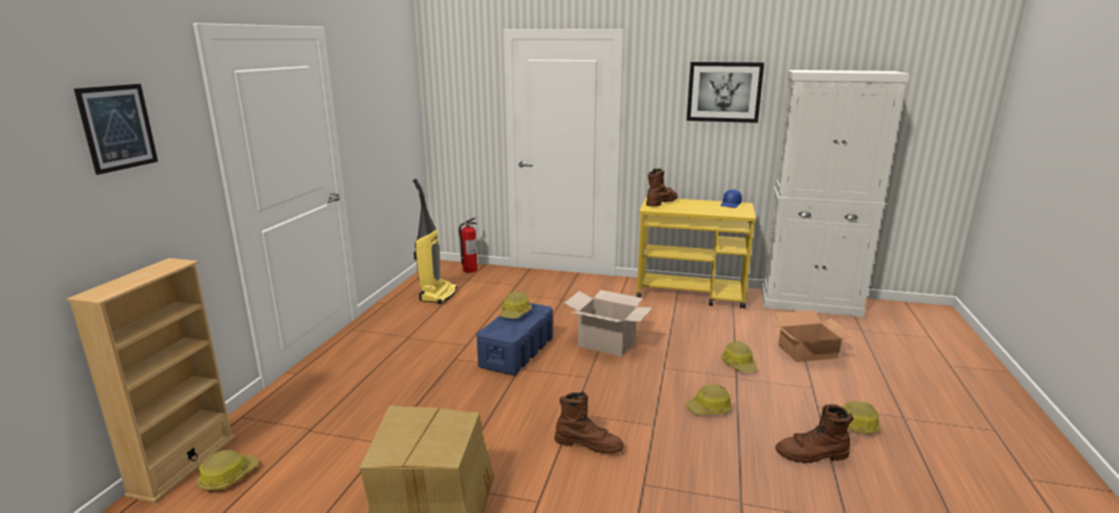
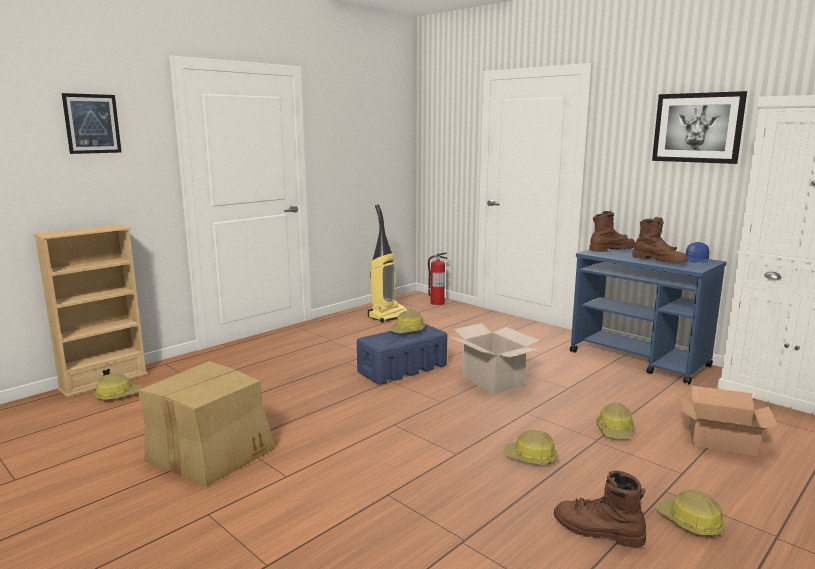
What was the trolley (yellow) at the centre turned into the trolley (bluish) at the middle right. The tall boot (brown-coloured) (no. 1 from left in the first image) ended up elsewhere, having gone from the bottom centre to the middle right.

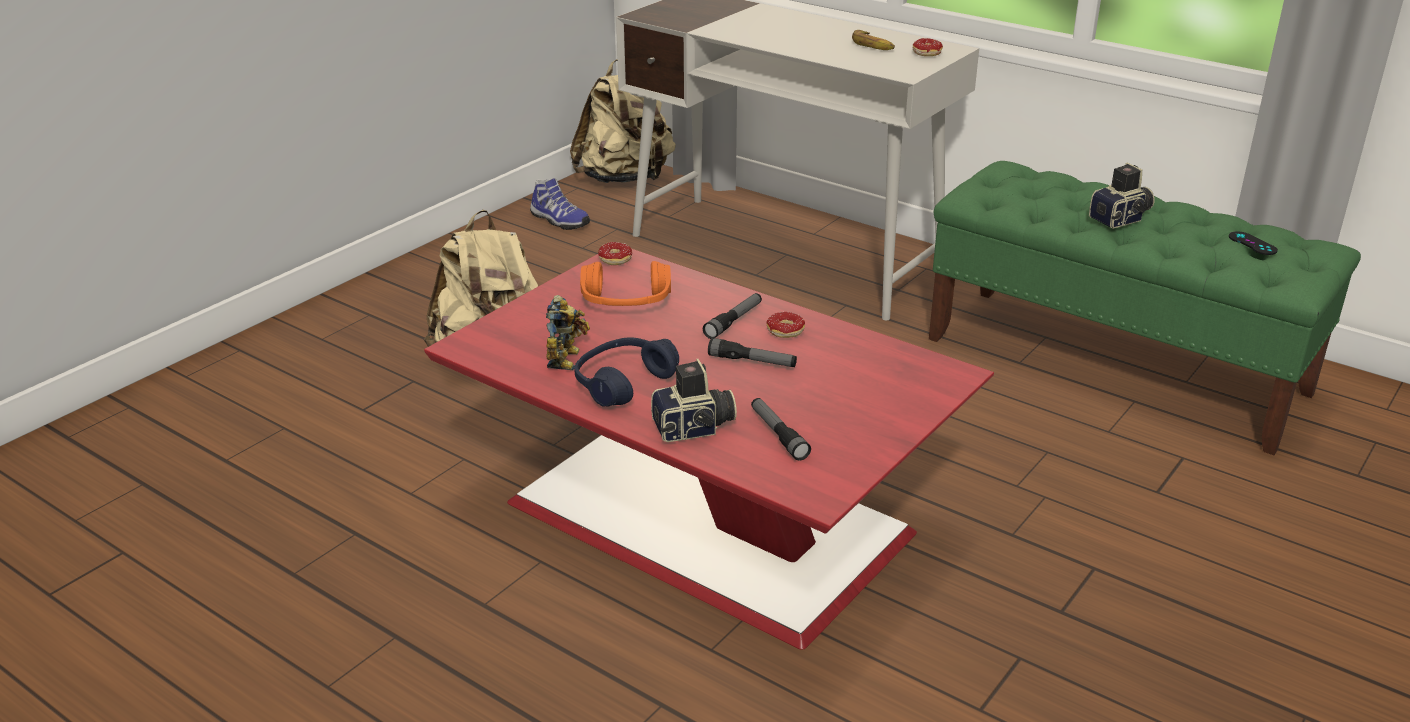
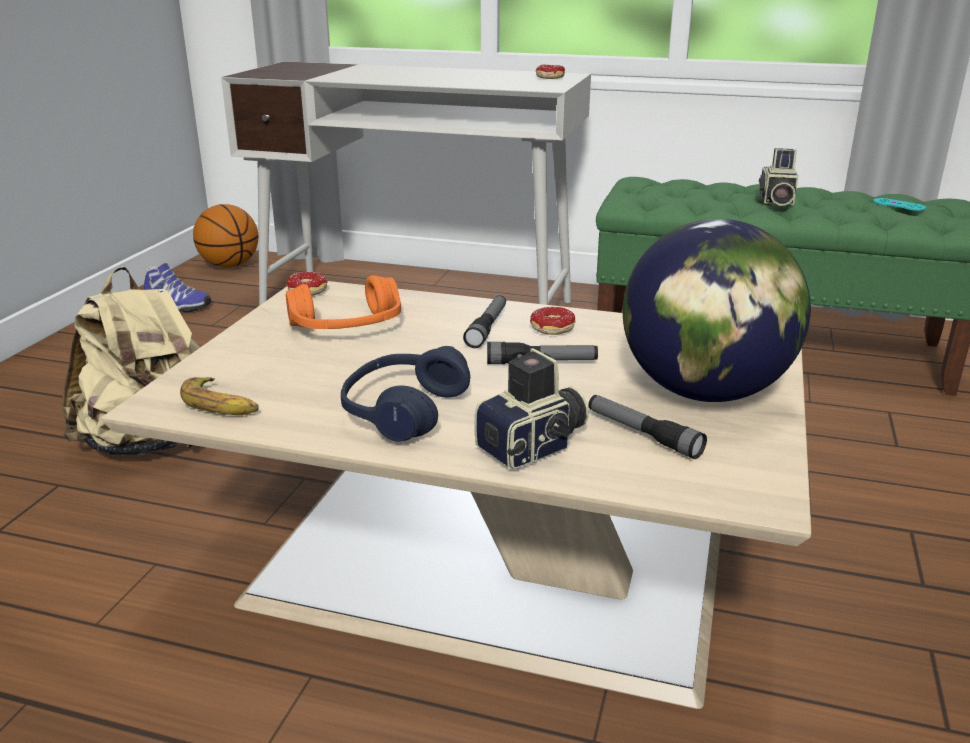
The whole banana ended up elsewhere, having gone from the top centre to the middle left. Where the knapsack (beige) (no. 2 from left) stood at the top centre, the basketball came to stand at the top left. The photo camera (no. 2 from left) at the top right ended up facing another way, 150 degrees clockwise from before. What was the gamepad (blackish) at the middle right turned into the gamepad (blue-green) at the top right. What was the low table (reddish) at the centre turned into the low table (beige) at the centre. The second view lost the robot figure at the centre. The second view gained the desk globe at the middle right.

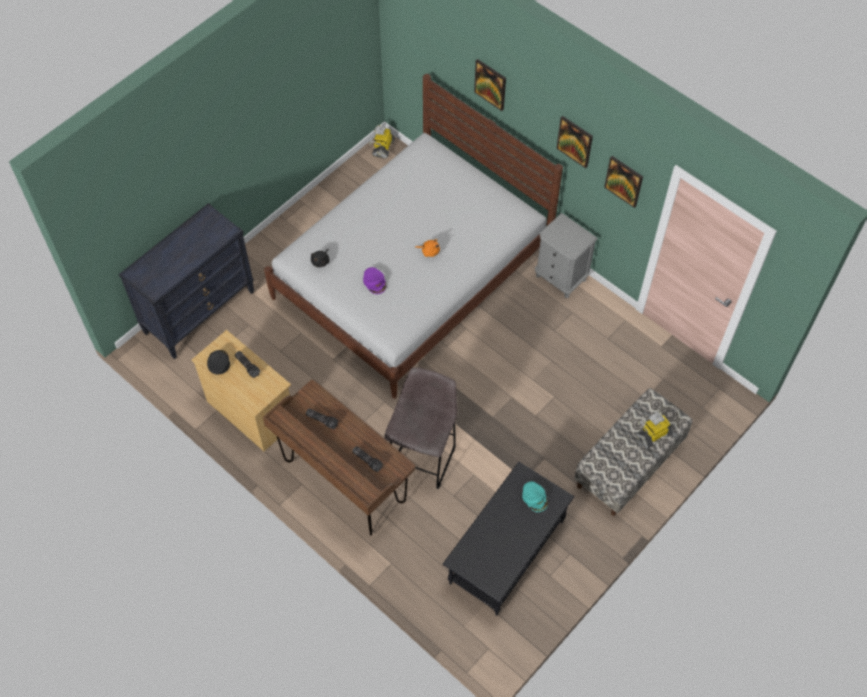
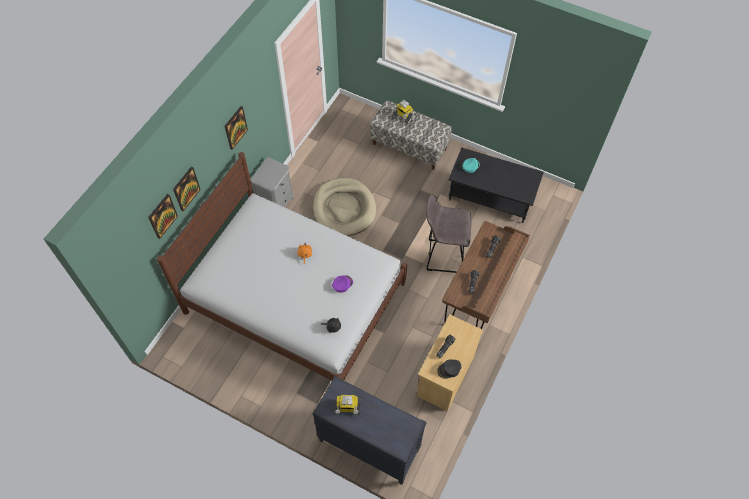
The robot figure (no. 1 from left) ended up elsewhere, having gone from the top centre to the bottom centre. The picture (no. 3 from left in the first image) ended up elsewhere, having gone from the top right to the middle left. The second view gained the pet bed (beige) at the centre.

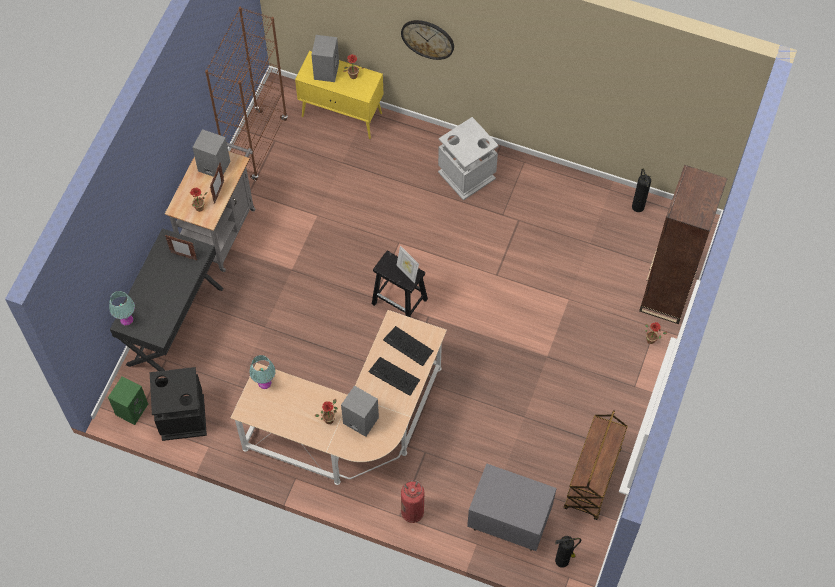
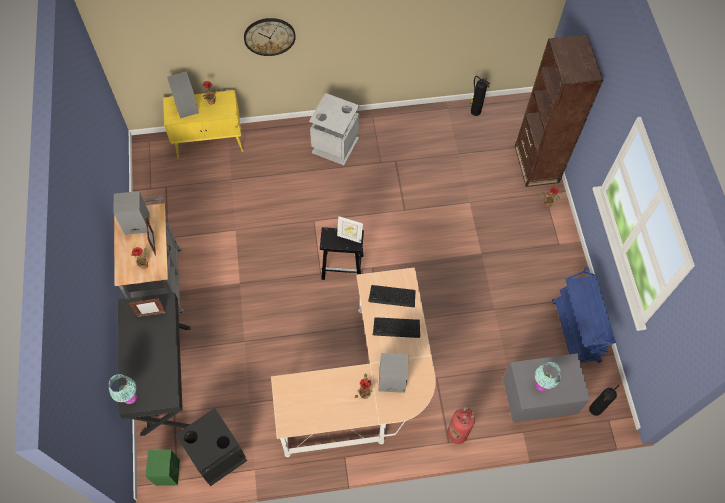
The second view lost the bookcase (brown-coloured) (no. 1 from left) at the top left. The lamp for a table (blue-green) (no. 2 from left) ended up elsewhere, having gone from the middle left to the bottom right. What was the trolley (brown-coloured) at the bottom right turned into the trolley (bluish) at the middle right.

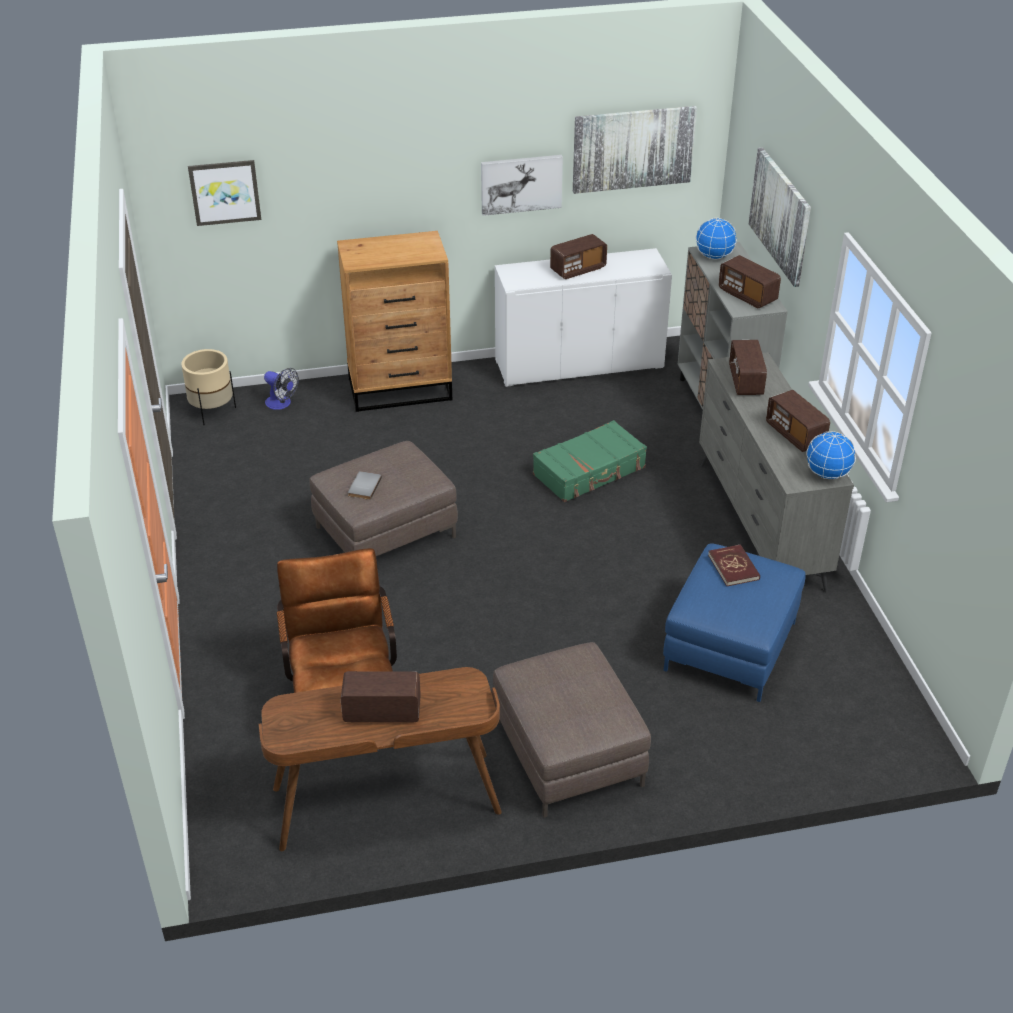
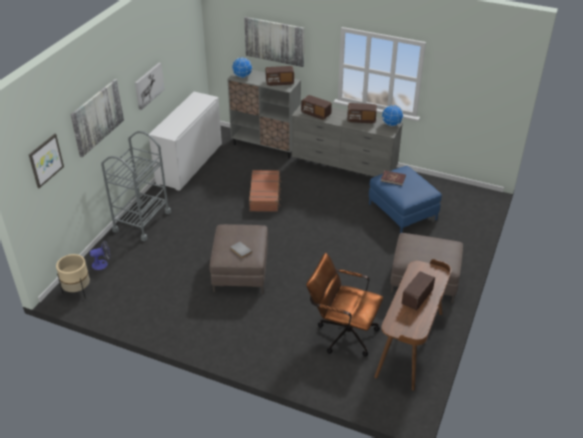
The picture (no. 3 from left in the first image) ended up elsewhere, having gone from the top centre to the top left. Where the chest of drawers (brown-coloured) stood at the top centre, the trolley (gray) came to stand at the middle left. The second view lost the radio (no. 2 from left) at the top centre. What was the piece of luggage (green-coloured) at the centre turned into the piece of luggage (brown-coloured) at the centre.

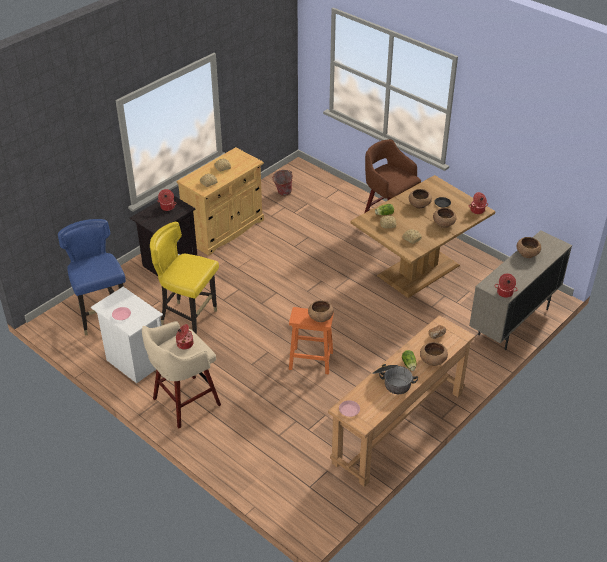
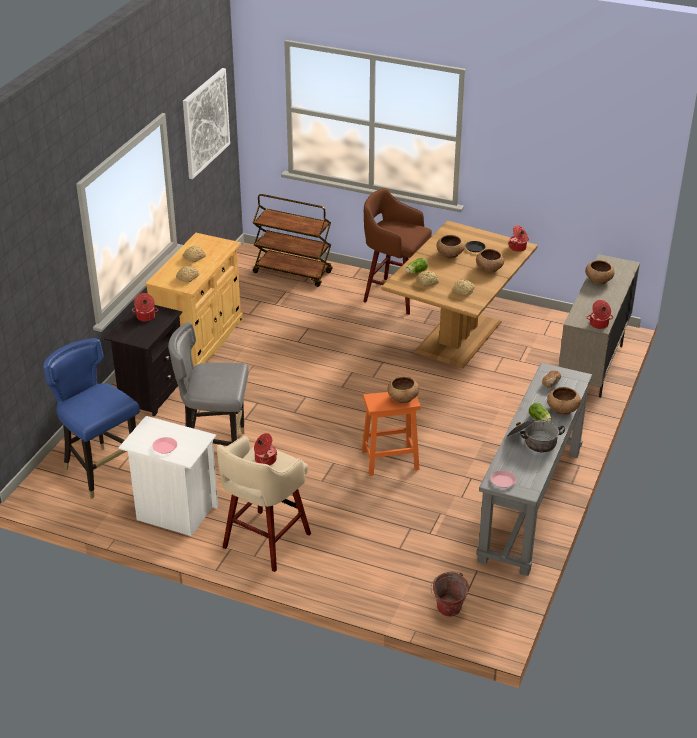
The water bucket ended up elsewhere, having gone from the top centre to the bottom centre. What was the upright chair (yellow) at the middle left turned into the upright chair (gray) at the middle left. What was the hall table (brown-coloured) at the bottom centre turned into the hall table (gray) at the middle right. The second view gained the picture at the top left. The second view gained the trolley (brown-coloured) at the top centre.

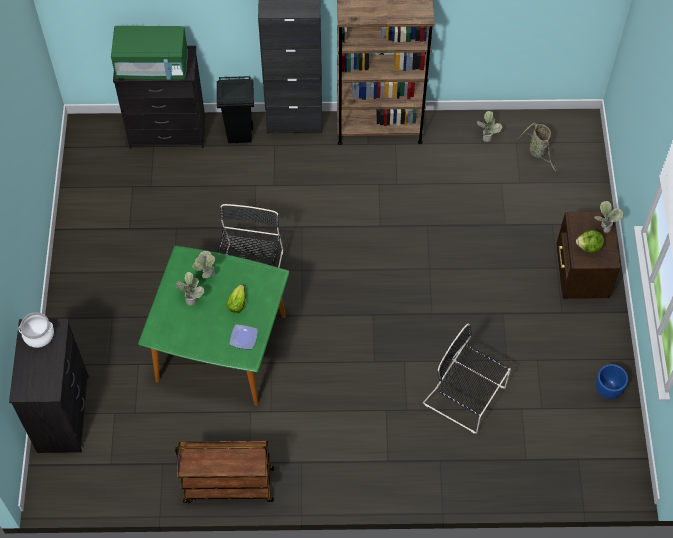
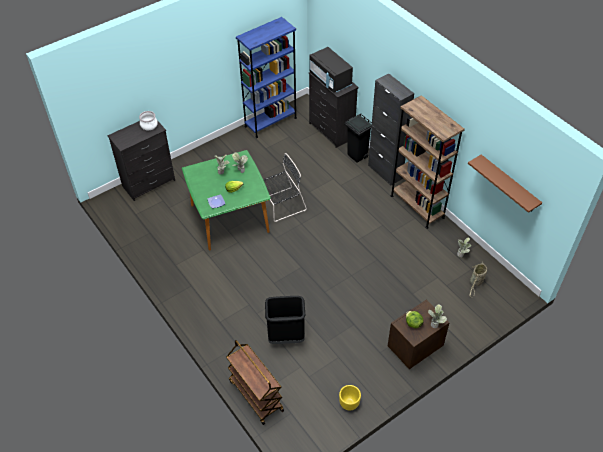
What was the microwave (green-coloured) at the top left turned into the microwave (blackish) at the top centre. Where the upright chair (blackish) (no. 2 from left) stood at the bottom right, the waste bin (blackish) (no. 1 from left) came to stand at the bottom centre. What was the planter (bluish) at the bottom right turned into the planter (yellow) at the bottom centre. The trolley (brown-coloured) ended up elsewhere, having gone from the bottom left to the bottom centre. The second view gained the bookcase (bluish) at the top centre. The second view gained the shelf (brown-coloured) at the middle right.

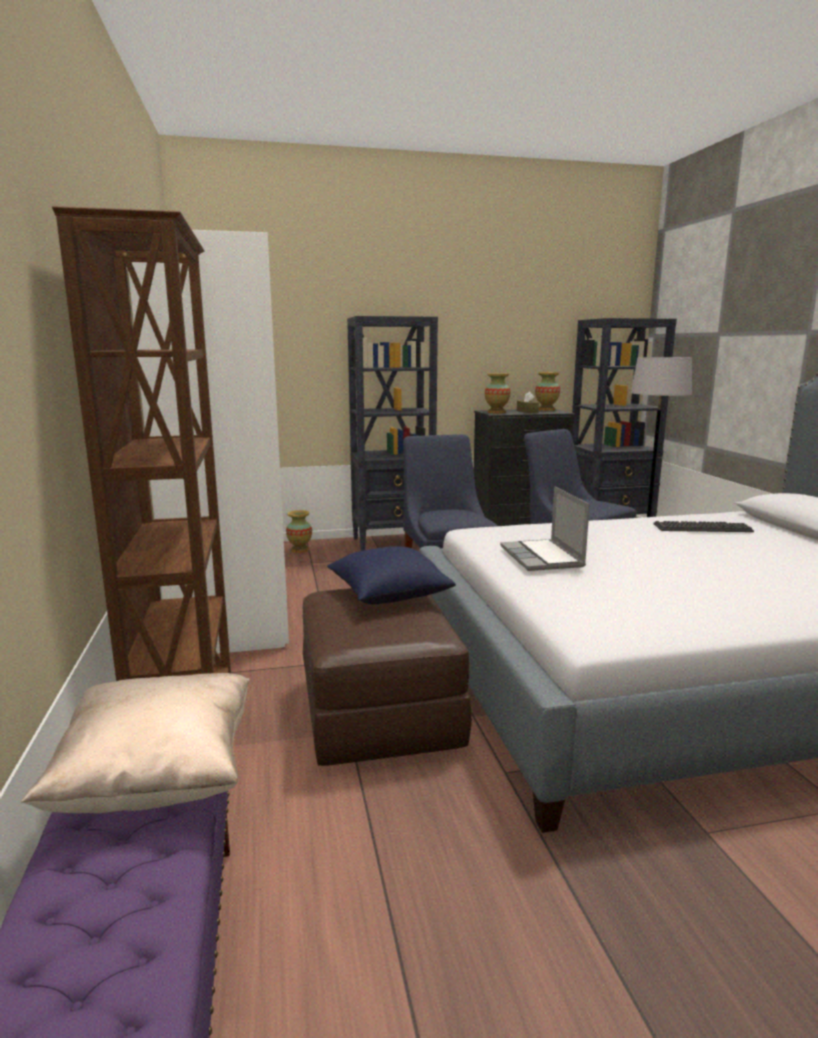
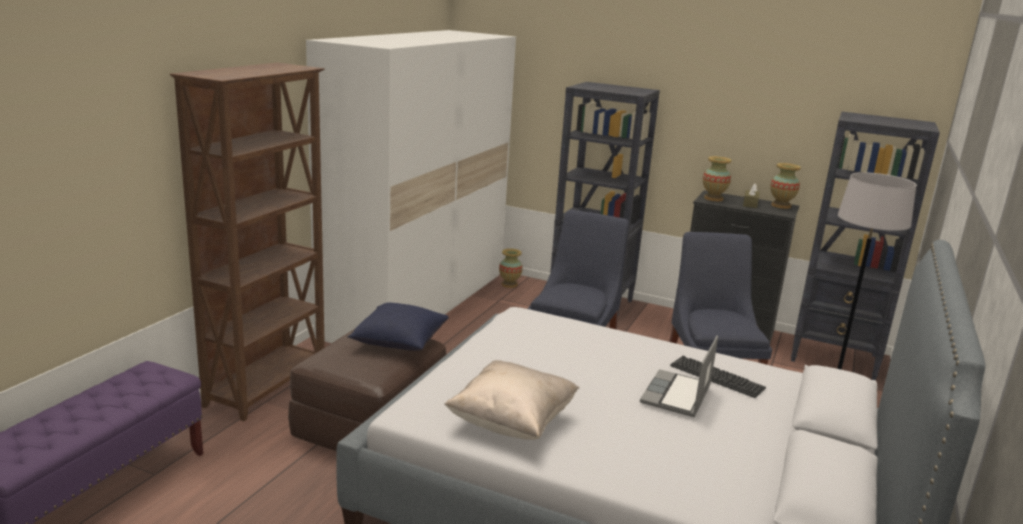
The notebook computer ended up elsewhere, having gone from the centre to the bottom centre. The pillow (beige) ended up elsewhere, having gone from the bottom left to the bottom centre.

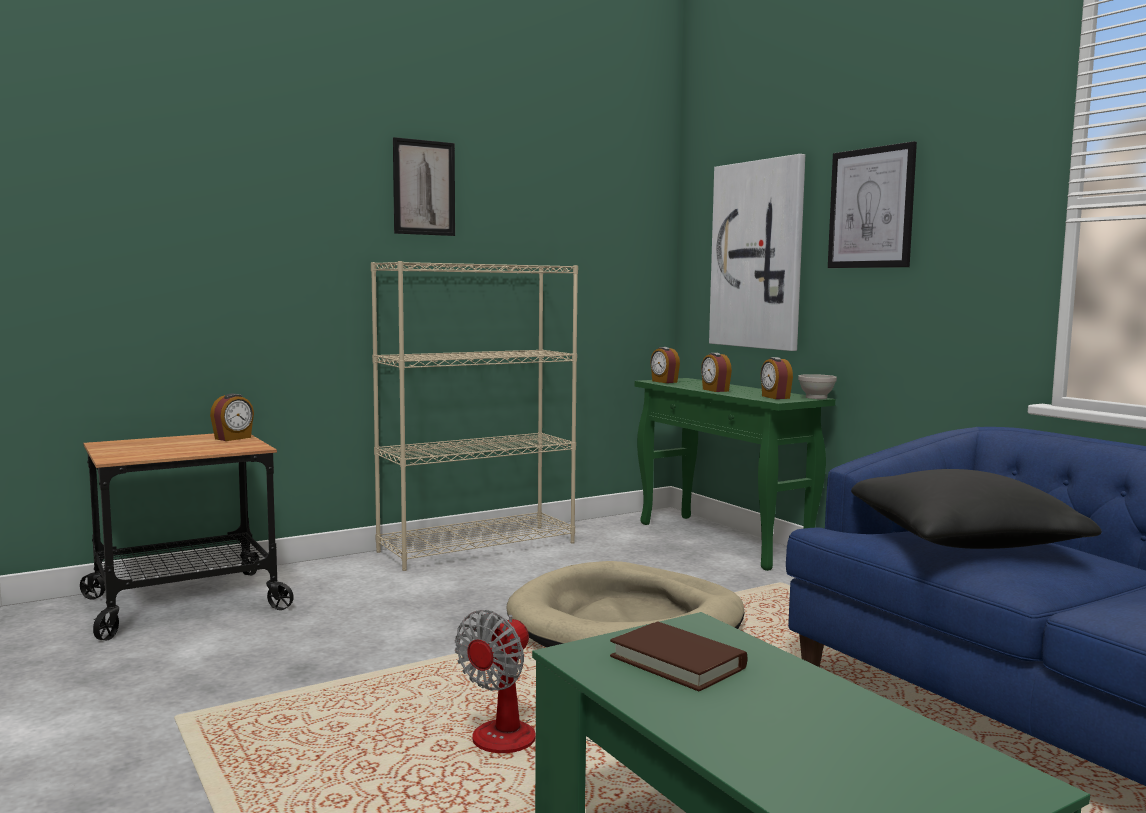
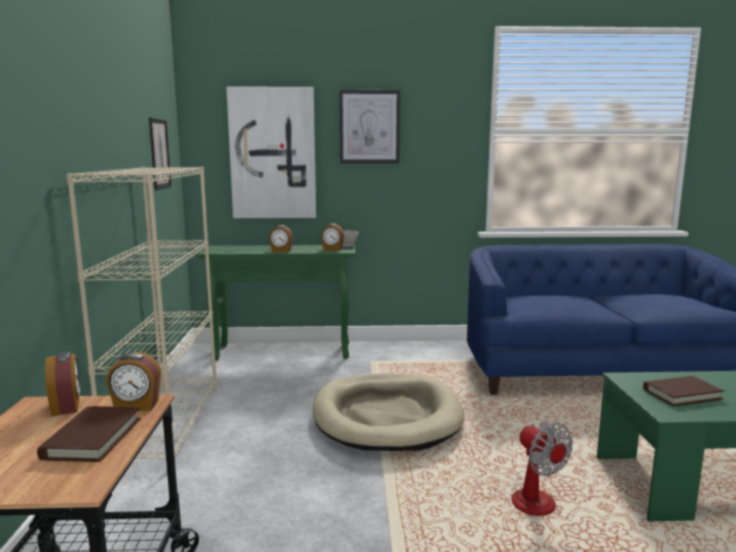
The picture (no. 1 from left) ended up elsewhere, having gone from the top centre to the top left. The table clock (no. 2 from left) ended up elsewhere, having gone from the centre to the bottom left. The second view lost the pillow (blackish) at the middle right. The second view gained the volume (brown-coloured) (no. 1 from left) at the bottom left.

